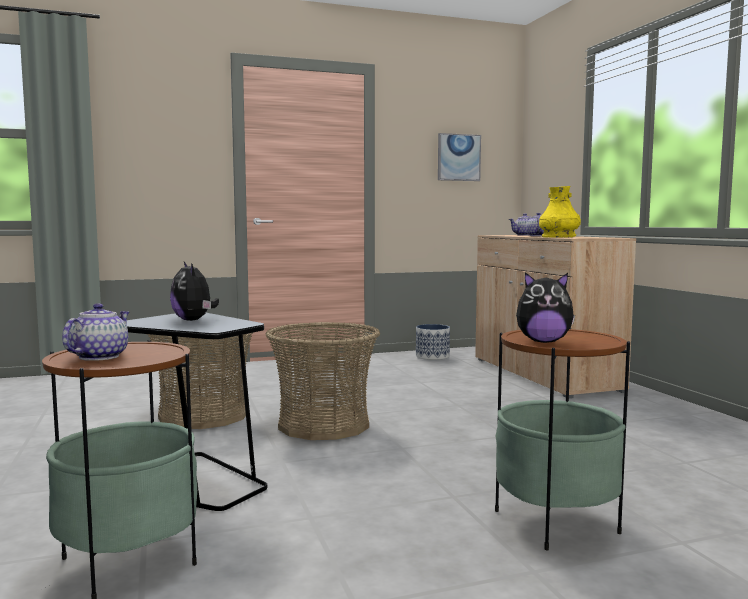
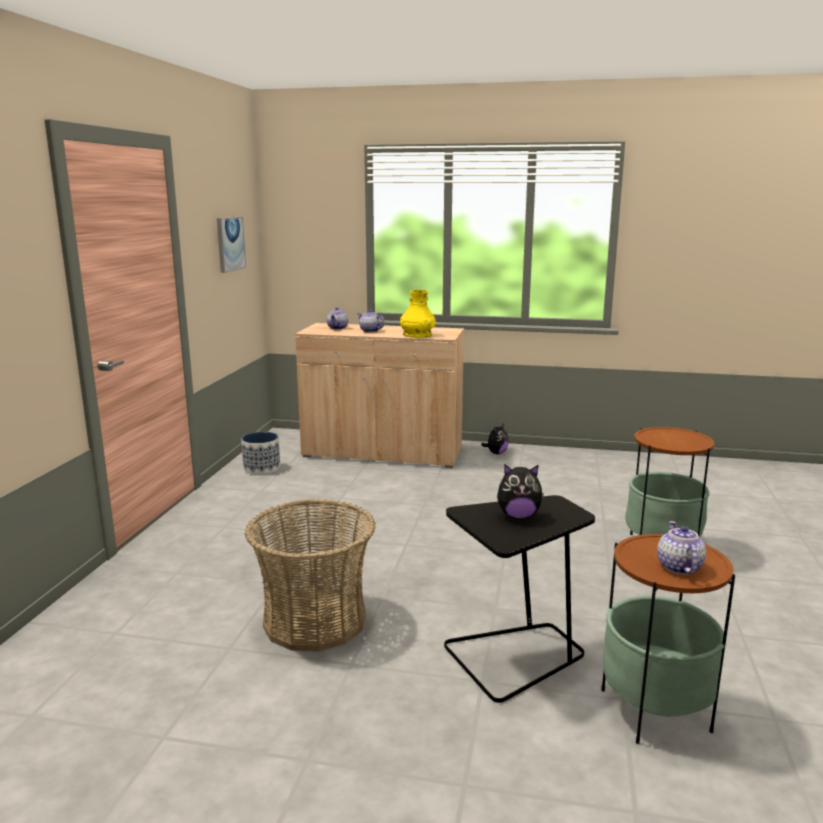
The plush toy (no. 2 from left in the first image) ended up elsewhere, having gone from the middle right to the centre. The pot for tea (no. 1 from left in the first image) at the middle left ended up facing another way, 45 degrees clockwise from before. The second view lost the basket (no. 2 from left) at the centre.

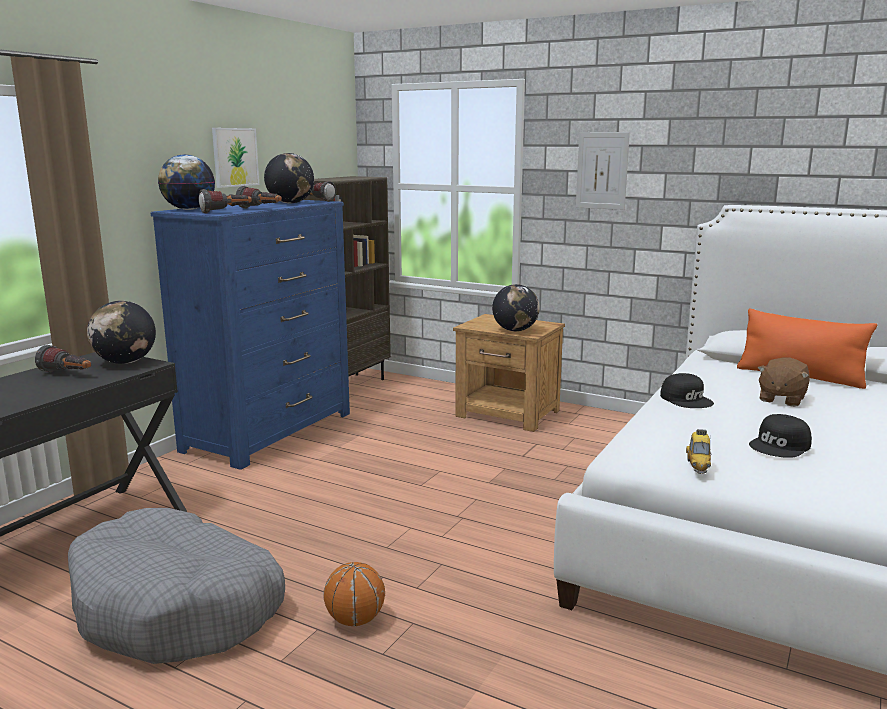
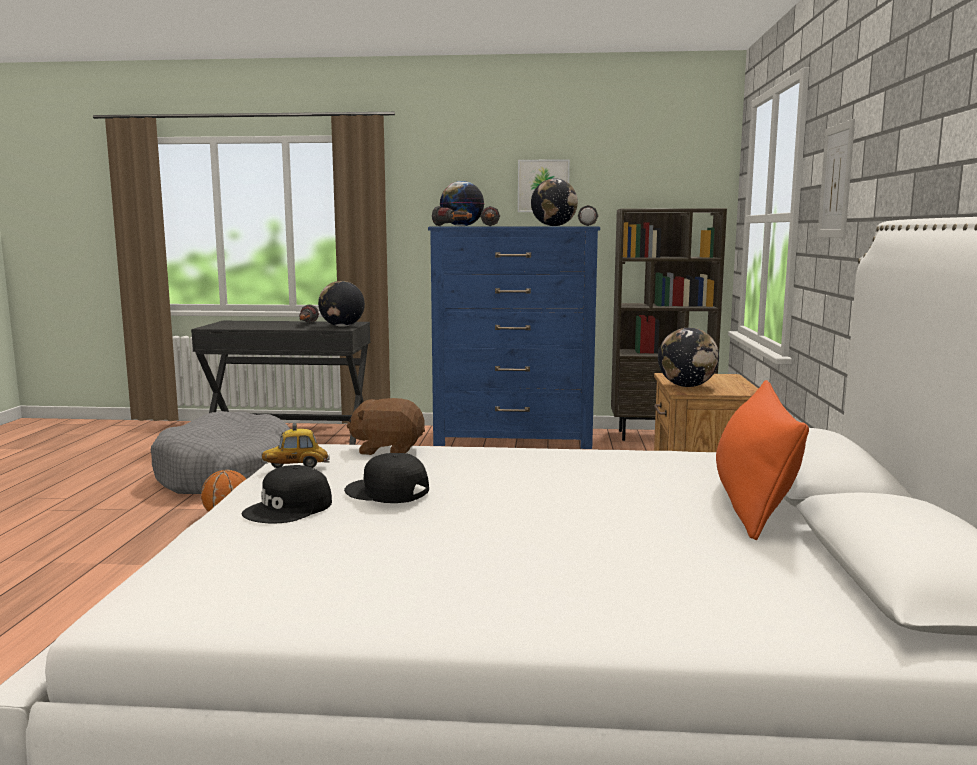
The plush toy (brown-coloured) ended up elsewhere, having gone from the middle right to the centre. The cap (blackish) (no. 1 from left) ended up elsewhere, having gone from the middle right to the middle left.

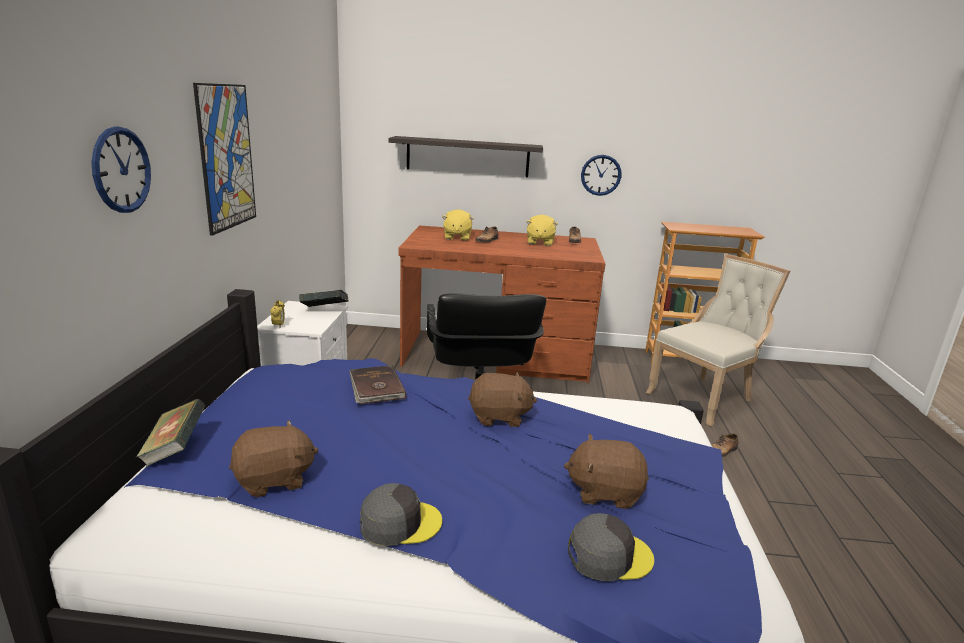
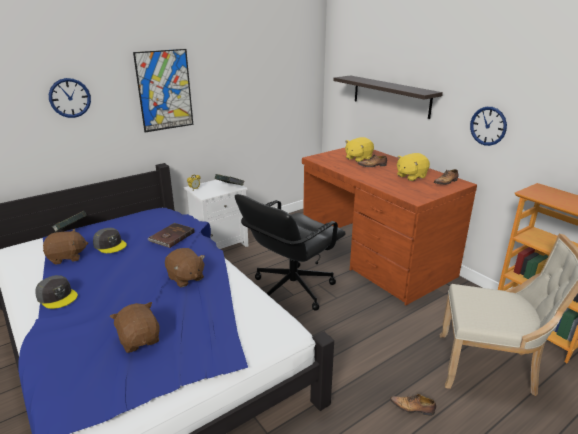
The plush toy (brown-coloured) (no. 1 from left) at the bottom left ended up facing another way, 45 degrees counterclockwise from before. The cap (gray) (no. 2 from left) ended up elsewhere, having gone from the bottom centre to the middle left.

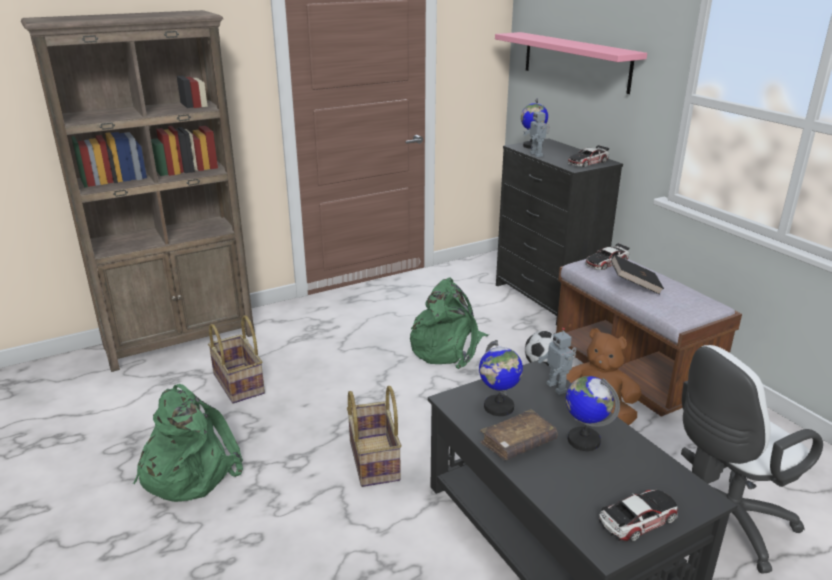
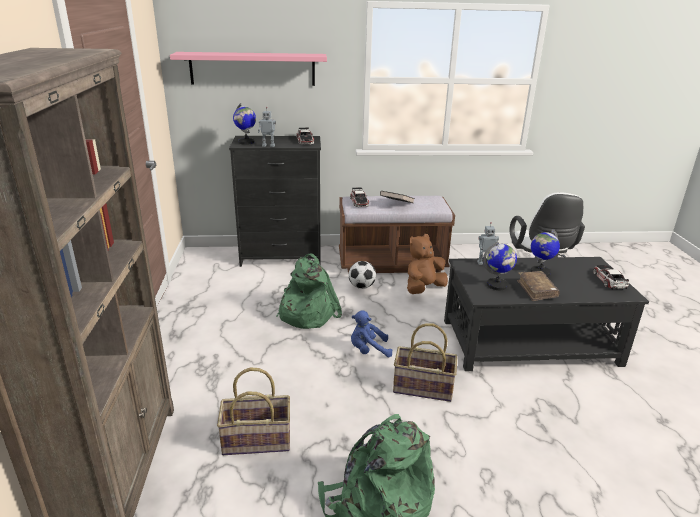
The second view gained the plush toy (bluish) at the centre.

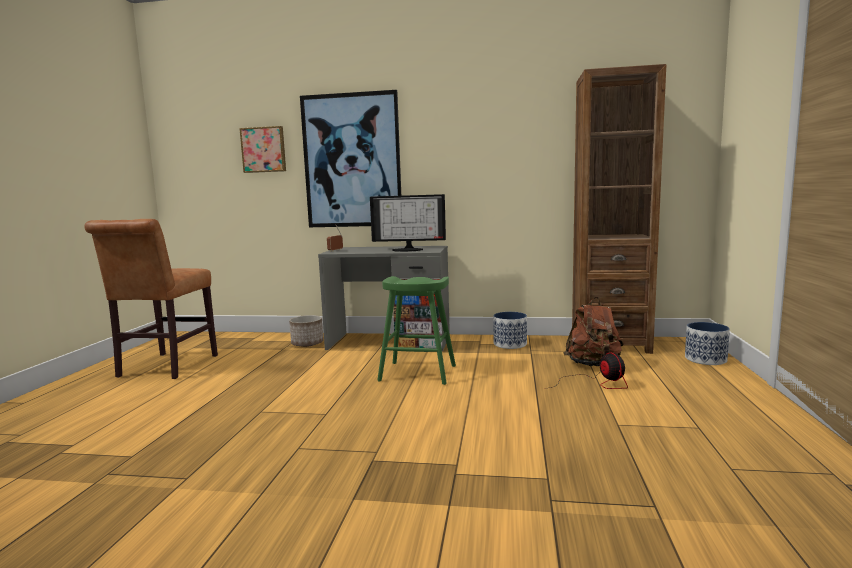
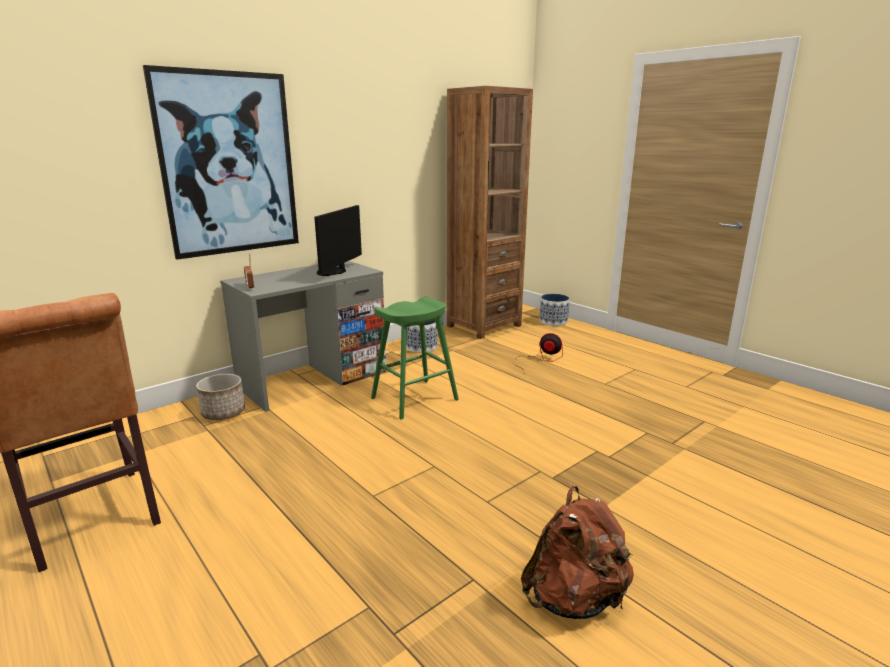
The second view lost the picture (no. 1 from left) at the top left. The computer screen at the centre ended up facing another way, 150 degrees clockwise from before. The knapsack (brown-coloured) ended up elsewhere, having gone from the middle right to the bottom centre.

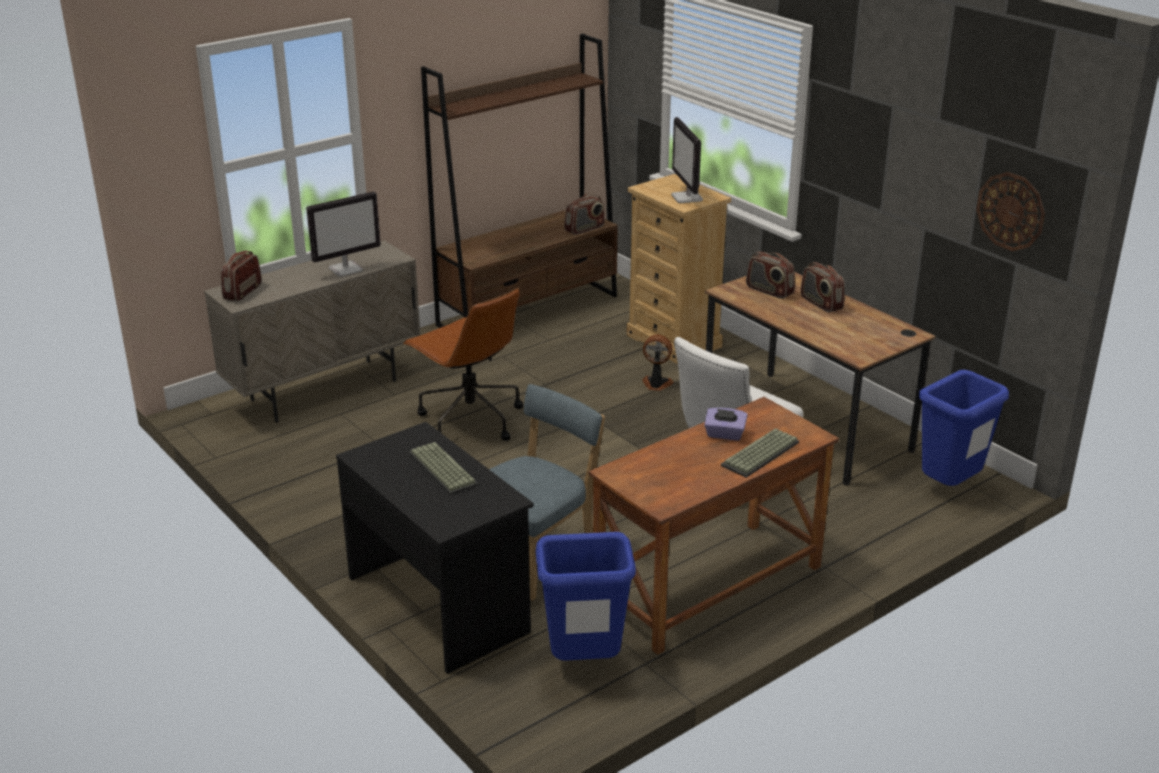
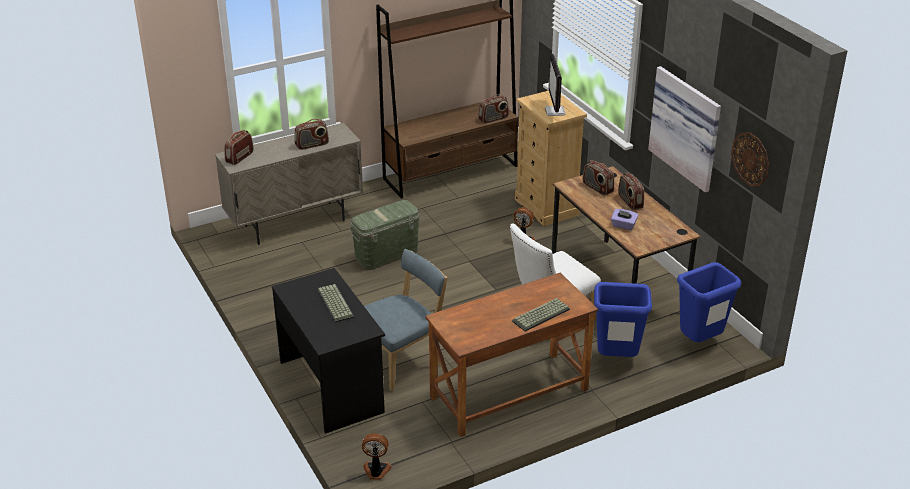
Where the computer screen (no. 1 from left) stood at the top left, the radio (no. 2 from left) came to stand at the top centre. Where the office chair (brown-coloured) stood at the centre, the storage bin (green-coloured) came to stand at the centre. The tissue holder (purplish) ended up elsewhere, having gone from the centre to the middle right. The waste bin (bluish) (no. 1 from left) ended up elsewhere, having gone from the bottom centre to the middle right. The second view gained the picture at the top right. The second view gained the fan (no. 1 from left) at the bottom centre.

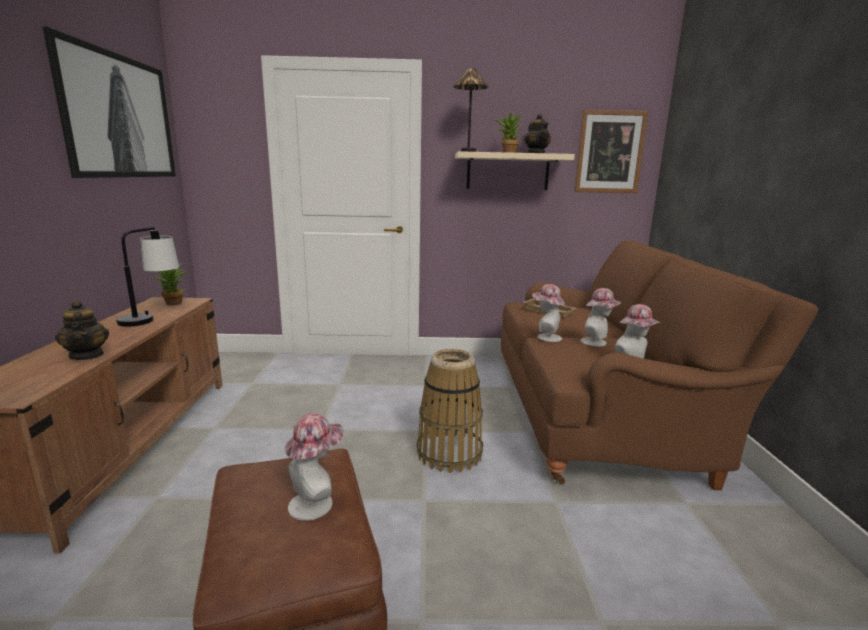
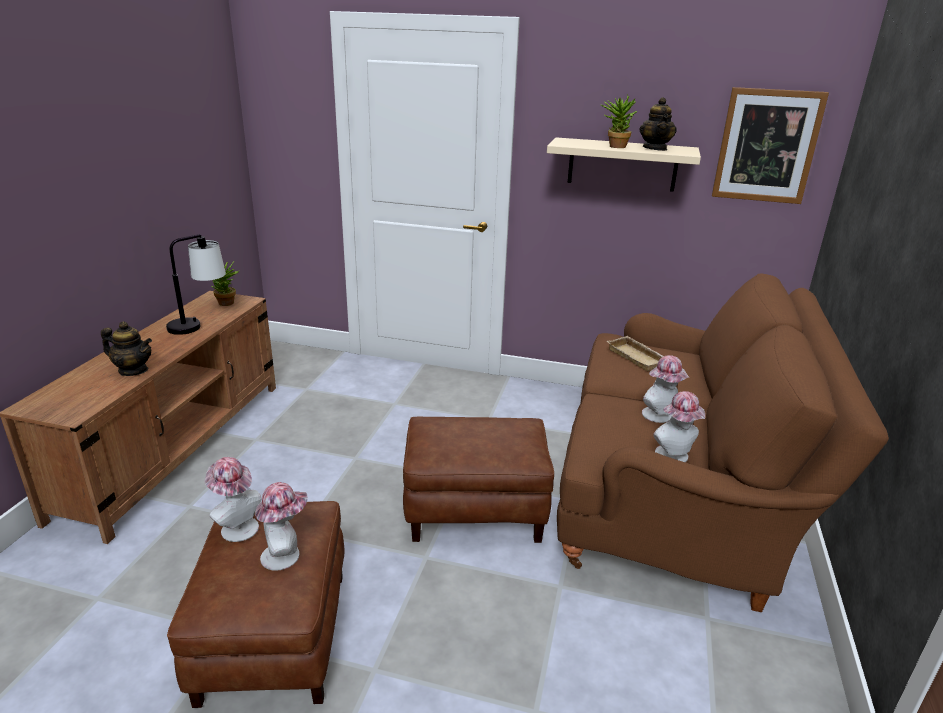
The second view lost the picture (no. 1 from left) at the top left. The second view lost the lamp for a table (no. 2 from left) at the top centre. The clothing hat (no. 2 from left in the first image) ended up elsewhere, having gone from the centre to the bottom left. The pot for tea (no. 1 from left) at the middle left ended up facing another way, 60 degrees counterclockwise from before. Where the basket stood at the centre, the pouffe (brown-coloured) (no. 2 from left) came to stand at the bottom centre.

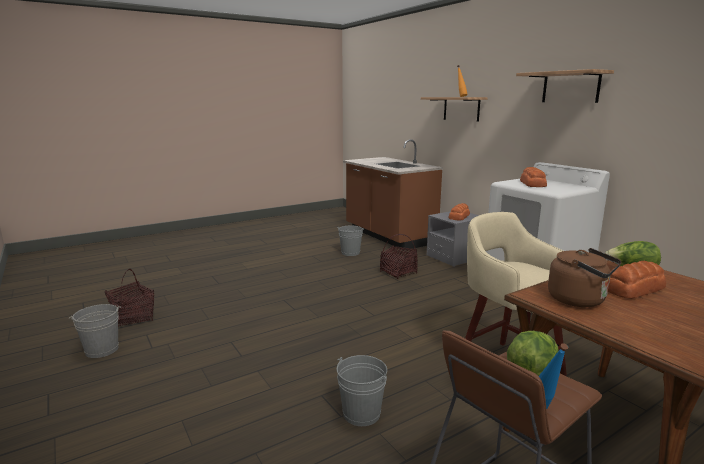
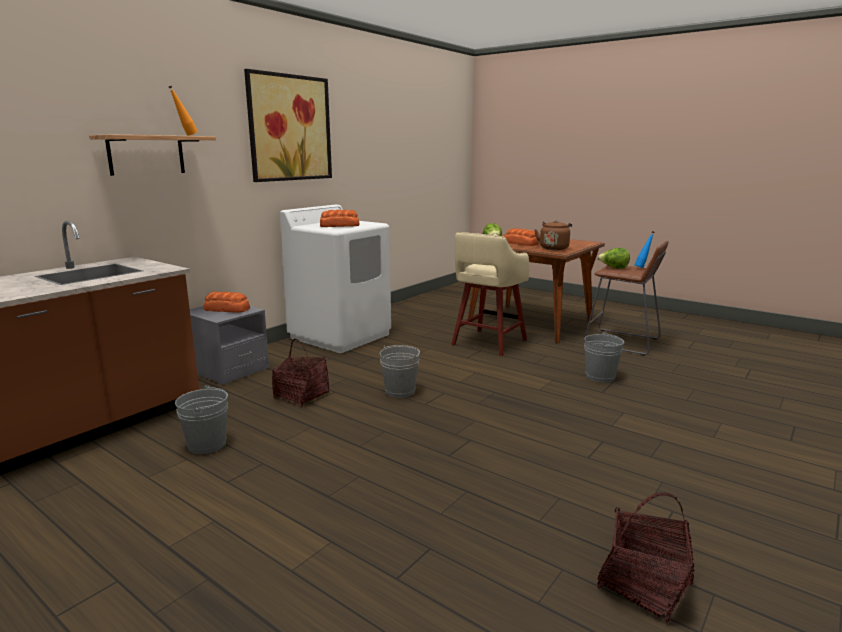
Where the shelf (no. 2 from left) hung at the top right, the picture came to hang at the top centre. The water bucket (gray) (no. 1 from left in the first image) ended up elsewhere, having gone from the bottom left to the centre.

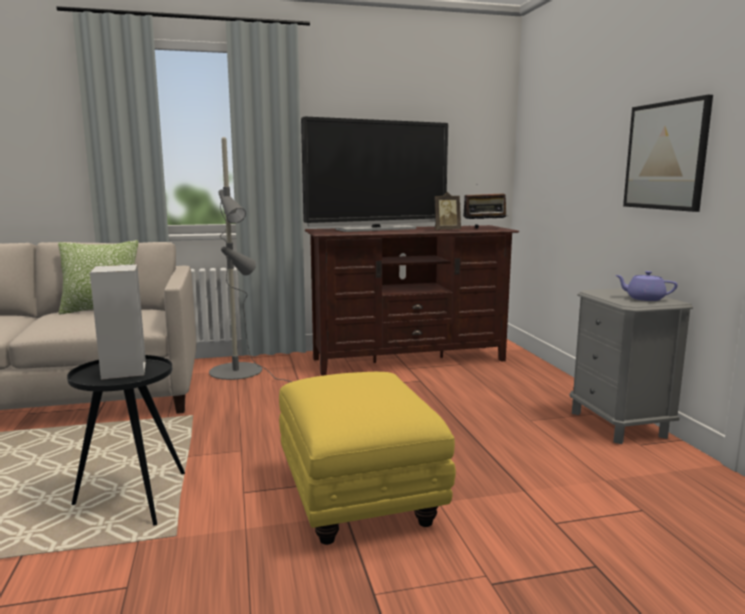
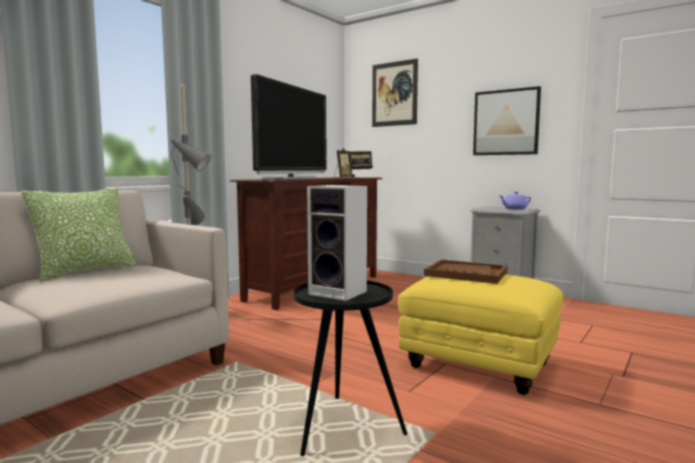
The second view gained the picture (no. 1 from left) at the top centre. The second view gained the serving tray (brown-coloured) at the middle right.

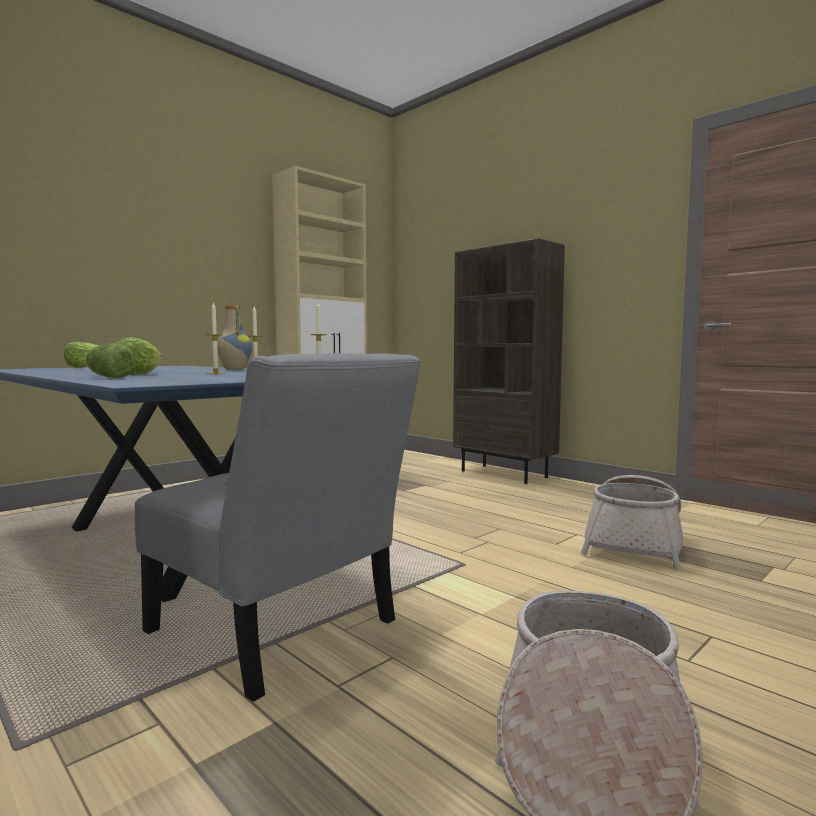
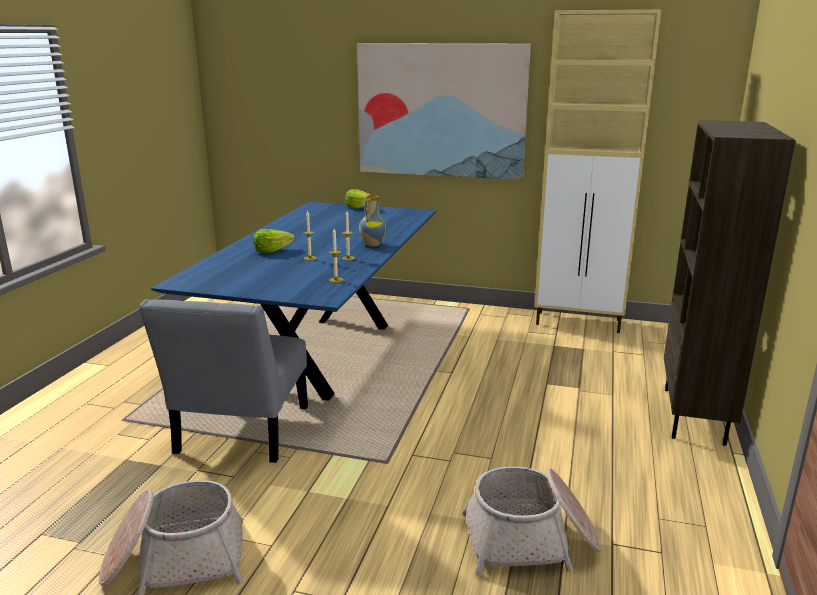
The second view lost the lettuce (no. 2 from left) at the middle left. The second view gained the picture at the top centre.

